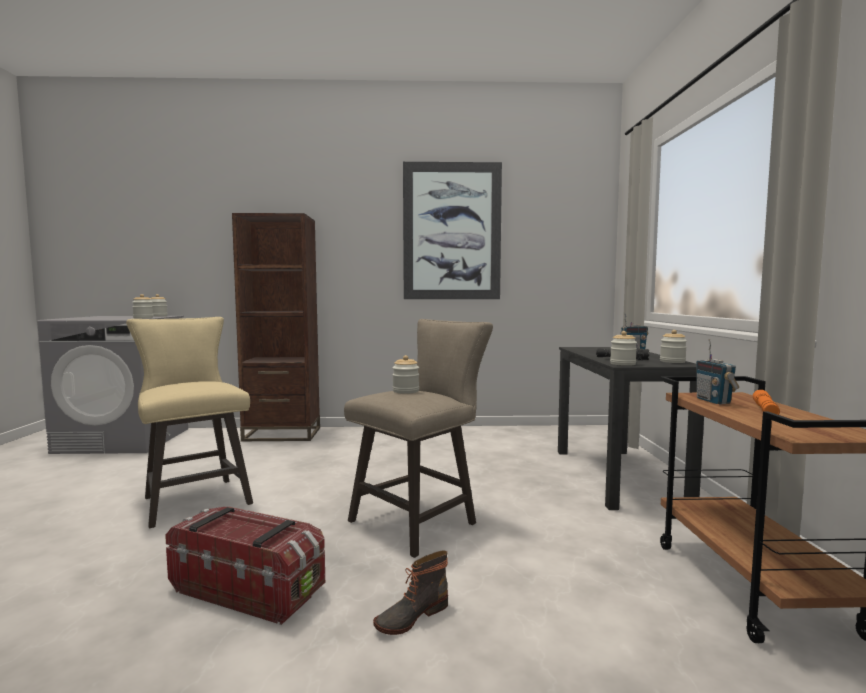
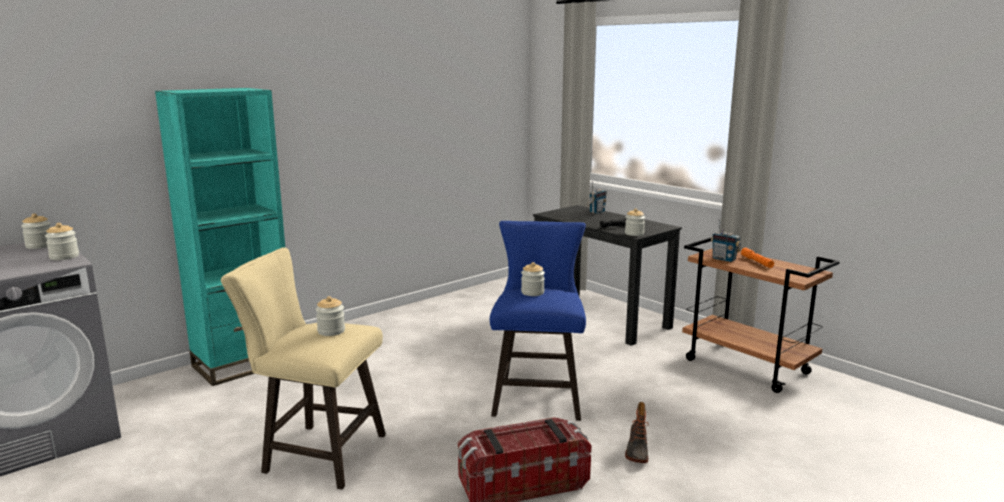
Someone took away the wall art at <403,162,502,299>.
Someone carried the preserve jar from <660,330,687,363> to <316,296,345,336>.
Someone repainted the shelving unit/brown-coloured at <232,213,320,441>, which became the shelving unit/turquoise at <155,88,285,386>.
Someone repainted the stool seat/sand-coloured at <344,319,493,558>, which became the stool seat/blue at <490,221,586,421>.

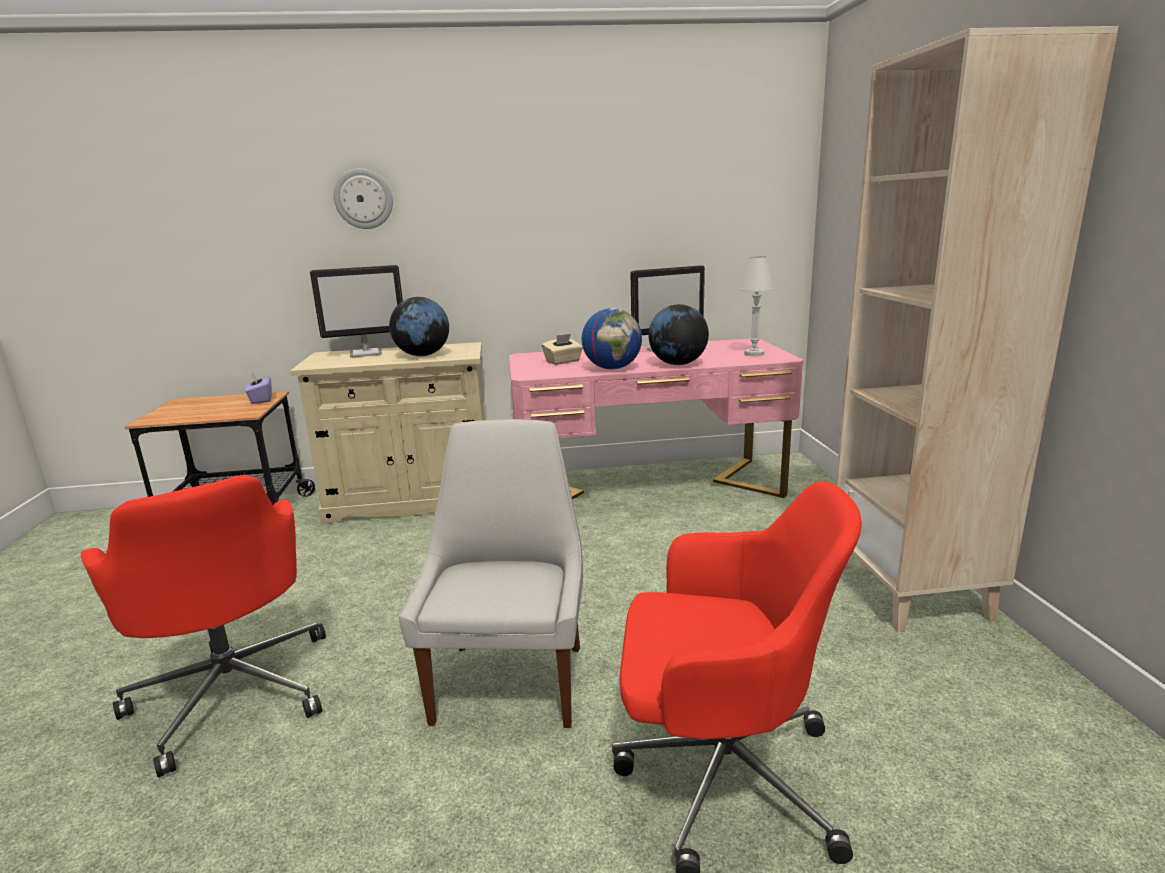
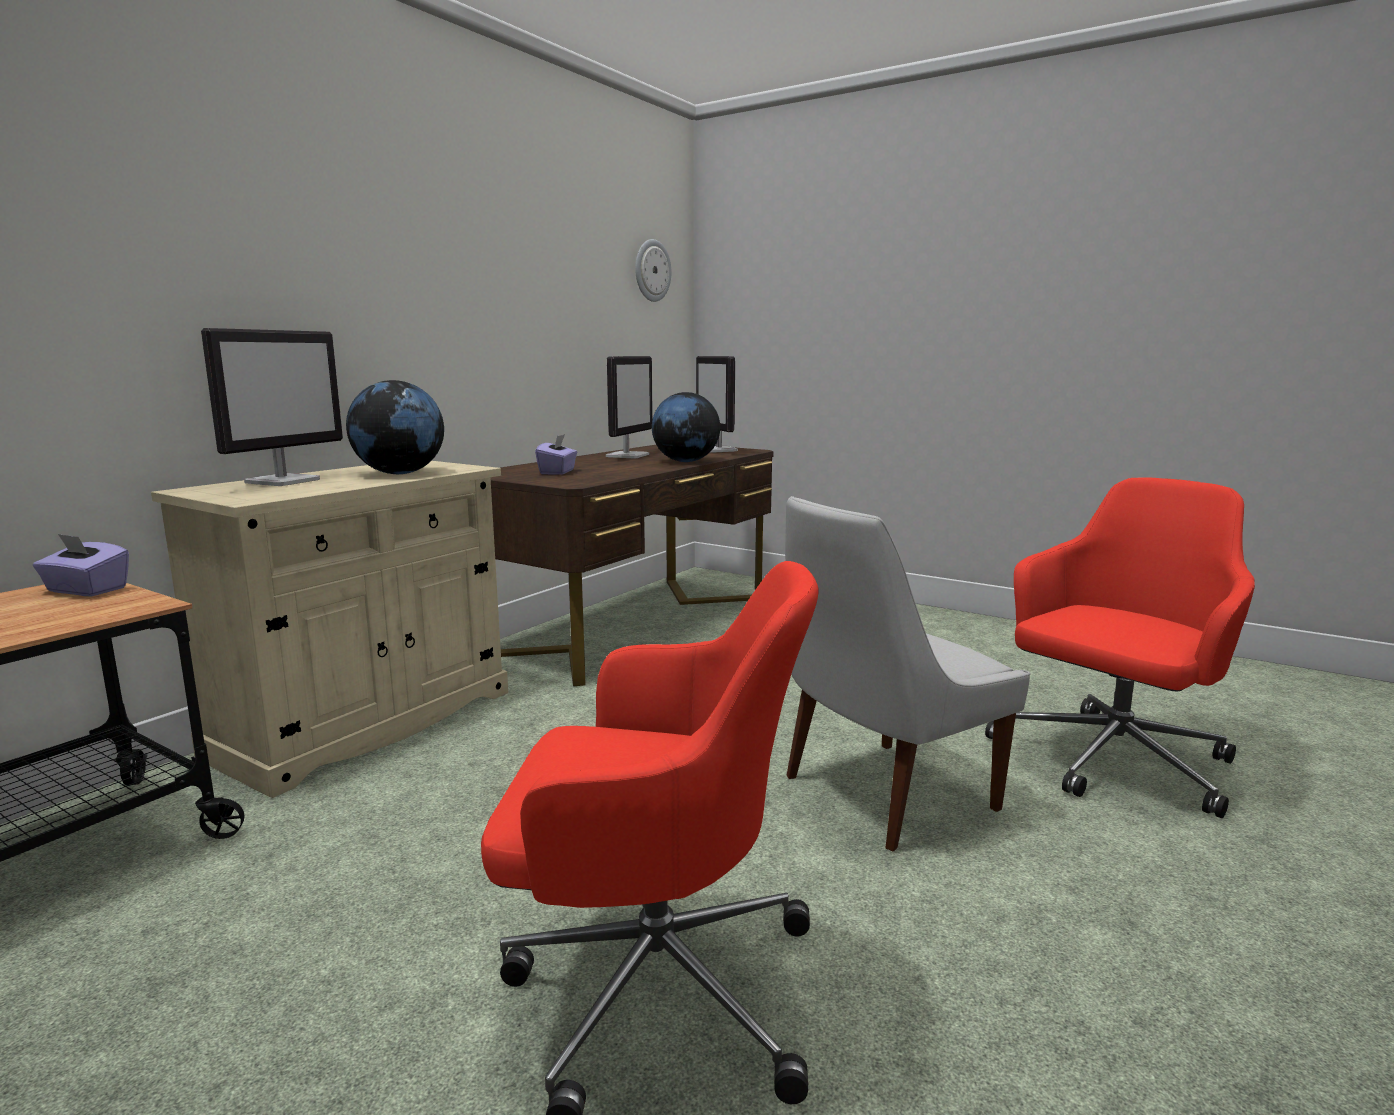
Someone took away the world globe at <582,308,642,369>.
Someone took away the shelving unit/sand-coloured at <836,26,1119,632>.
Someone carried the hanging clock from <334,168,393,229> to <635,239,671,302>.
Someone swapped the lamp for a table/whitish at <739,256,775,356> for the monitor at <696,356,738,453>.
Someone repainted the desk/pink-coloured at <509,338,803,499>, which became the desk/brown-coloured at <490,445,774,686>.
Someone repainted the tissue holder/sand-coloured at <542,334,583,365>, which became the tissue holder/purple-coloured at <535,434,577,475>.
Someone rotated the plain chair/whitish at <398,419,583,728> by 75 degrees counterclockwise.

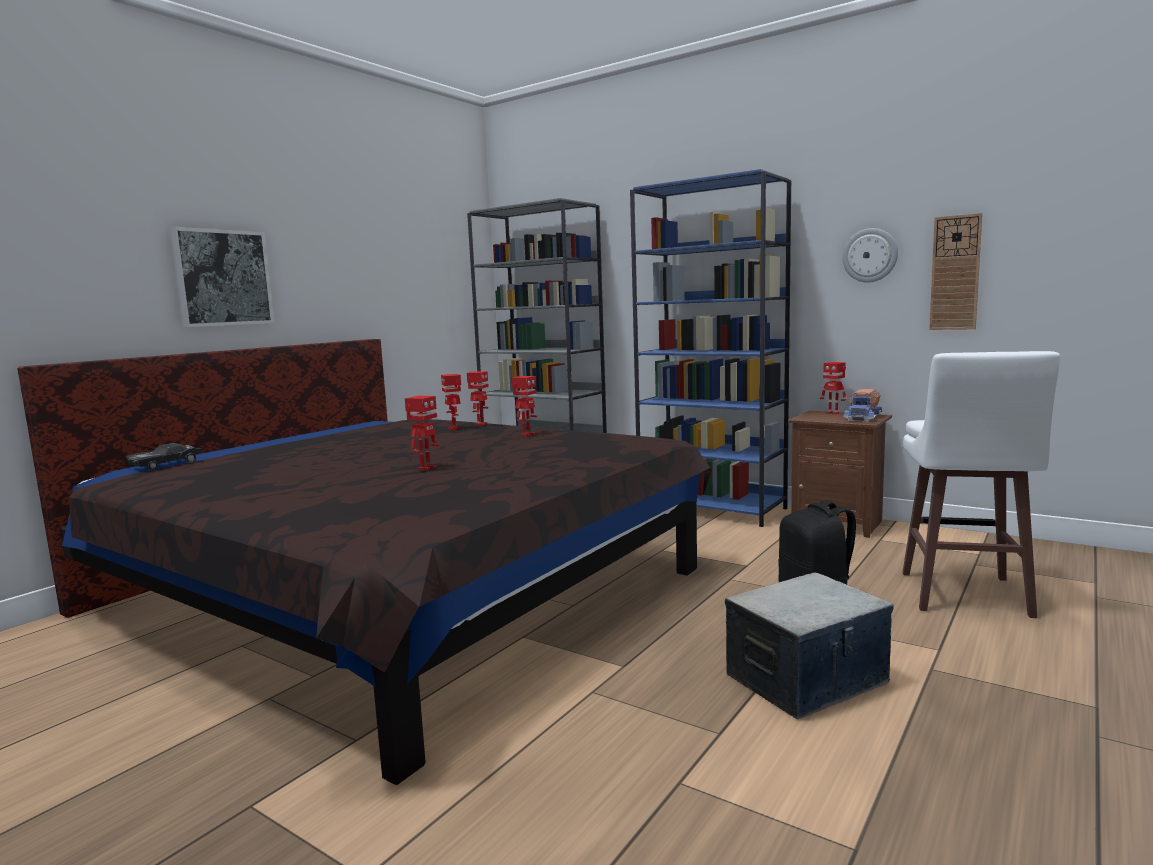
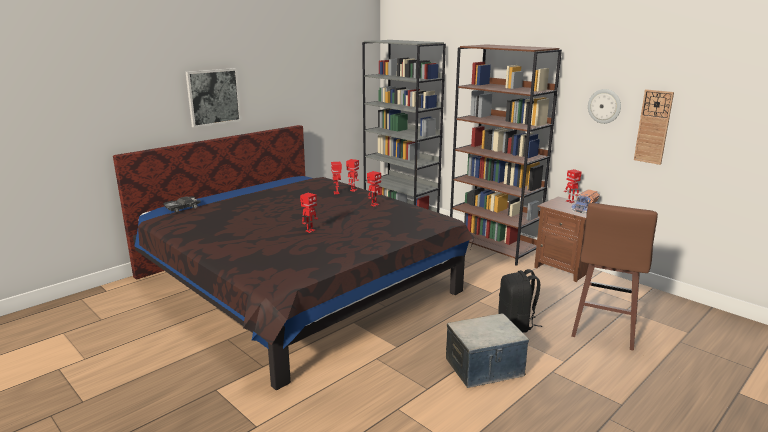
Someone repainted the shelving unit/blue at <630,169,791,527>, which became the shelving unit/brown-coloured at <450,44,562,266>.
Someone repainted the stool seat/whitish at <902,351,1060,618>, which became the stool seat/brown-coloured at <571,203,658,351>.

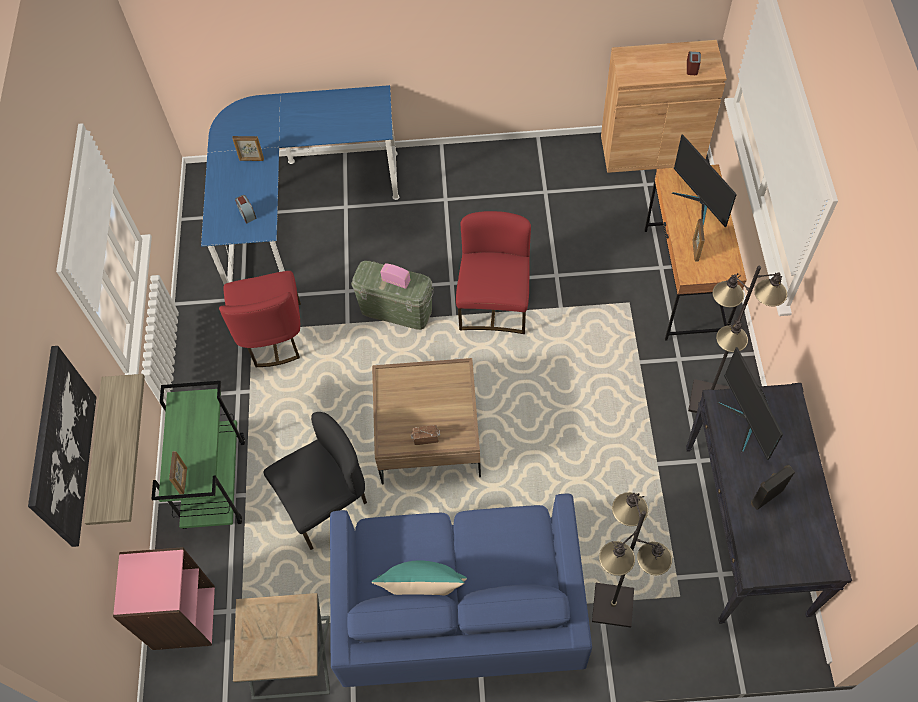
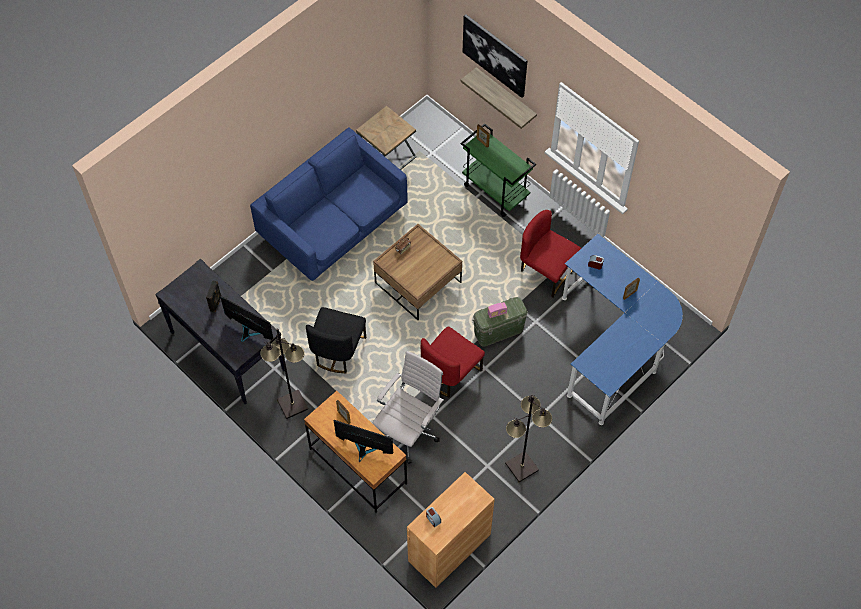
Someone took away the shelving unit/pink-coloured at <113,547,215,650>.
Someone took away the throw pillow/turquoise at <372,560,467,595>.
Someone put down the computer chair/whitish at <373,351,444,464>.
Someone carried the plain chair/blackish from <263,412,367,550> to <306,307,366,373>.
Someone carried the standard lamp/blackish from <592,492,672,628> to <505,395,552,482>.
Someone rotated the plain chair/reddish at <456,211,531,334> by 75 degrees clockwise.

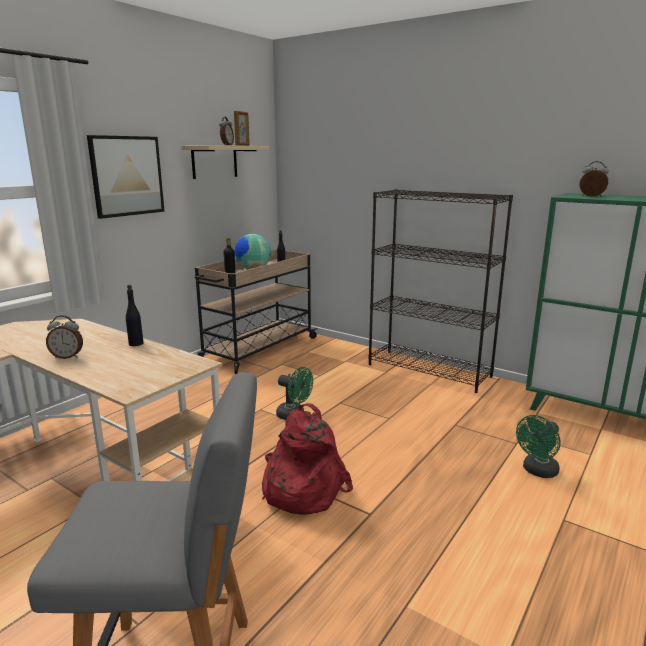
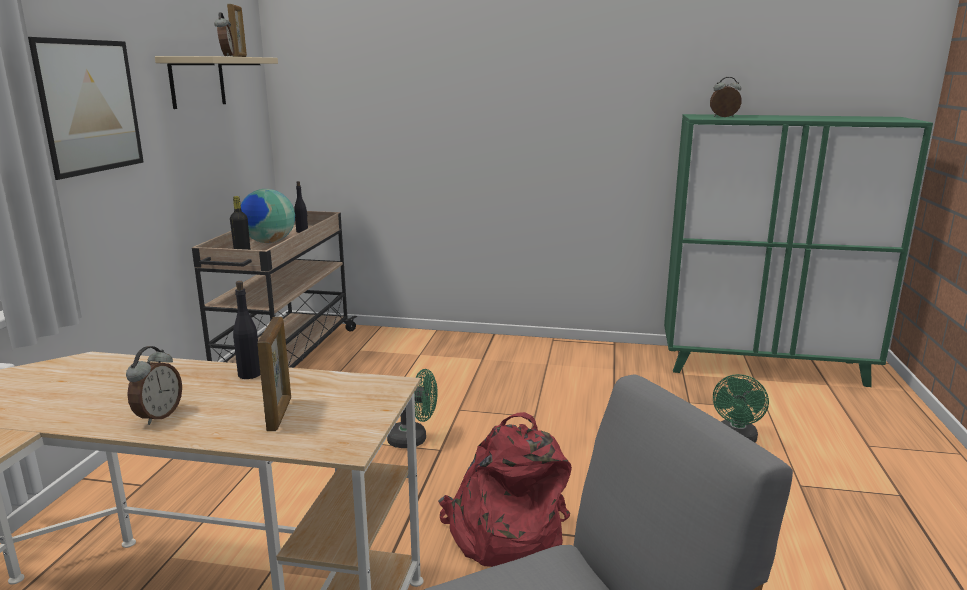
Someone took away the shelving unit/blackish at <368,189,513,393>.
Someone put down the standing frame at <257,317,291,431>.
Someone rotated the alarm clock at <46,315,83,359> by 45 degrees counterclockwise.

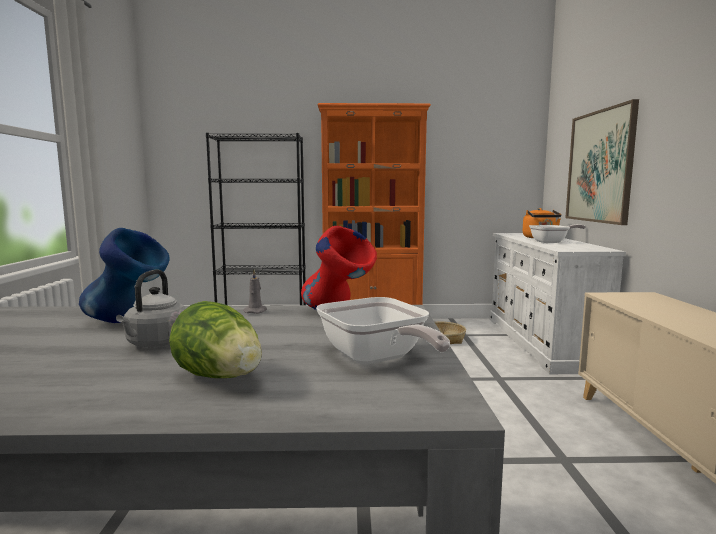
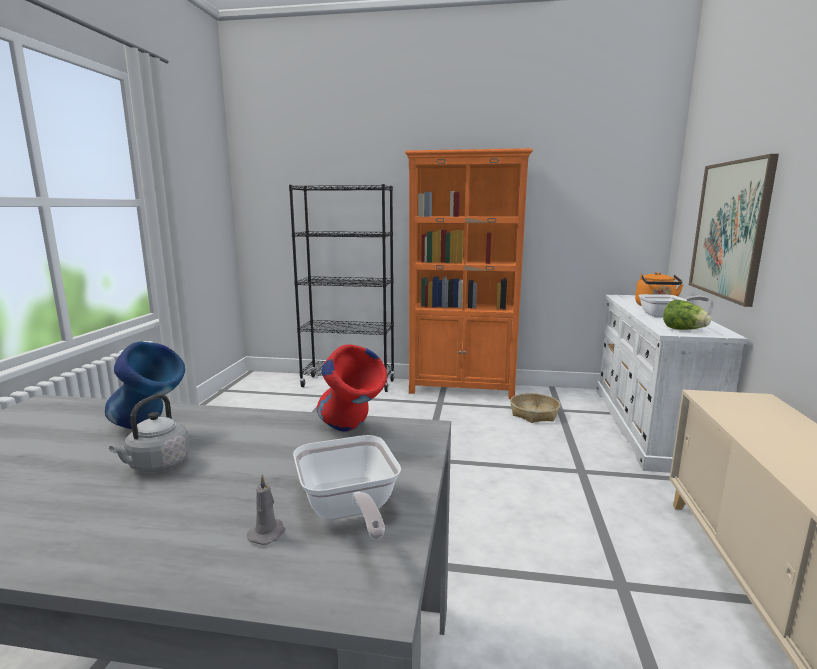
Someone carried the lettuce from <169,301,262,378> to <663,300,711,330>.
Someone carried the wax light/gray from <243,270,267,314> to <247,474,286,545>.

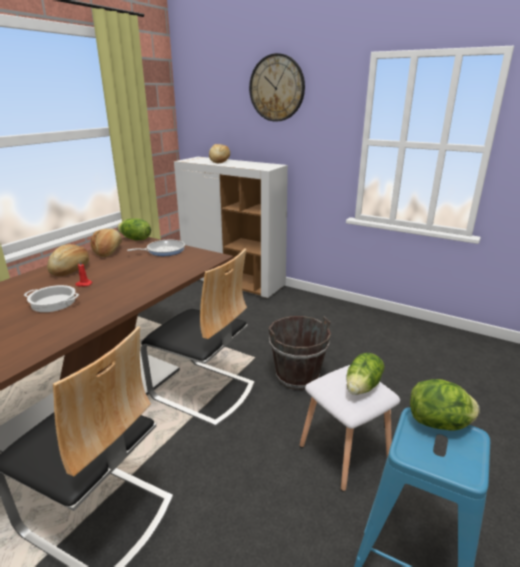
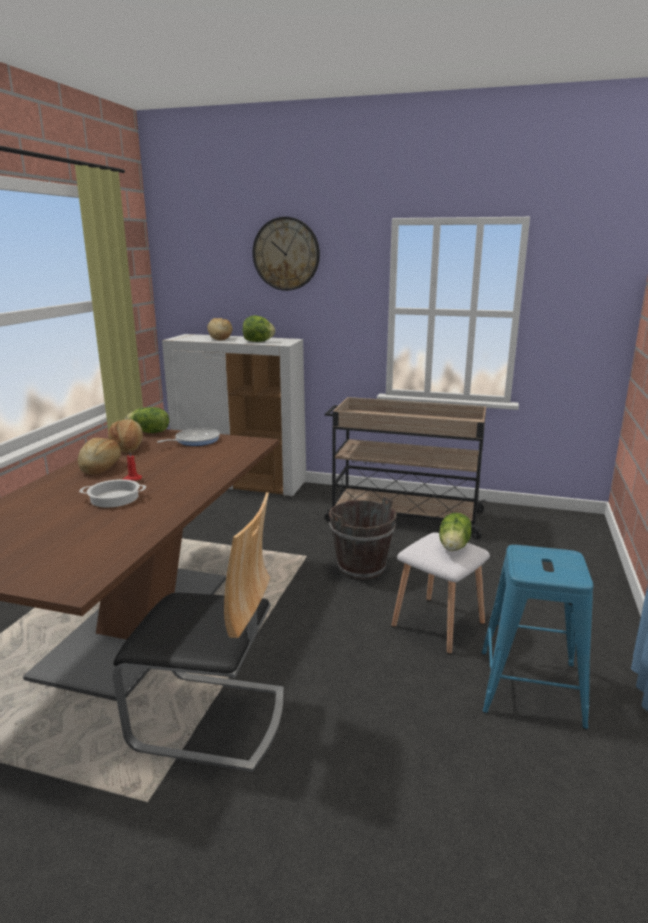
Someone took away the plain chair at <141,248,255,427>.
Someone put down the cart/sand-coloured at <324,397,486,540>.
Someone carried the lettuce from <410,379,480,431> to <243,315,275,342>.

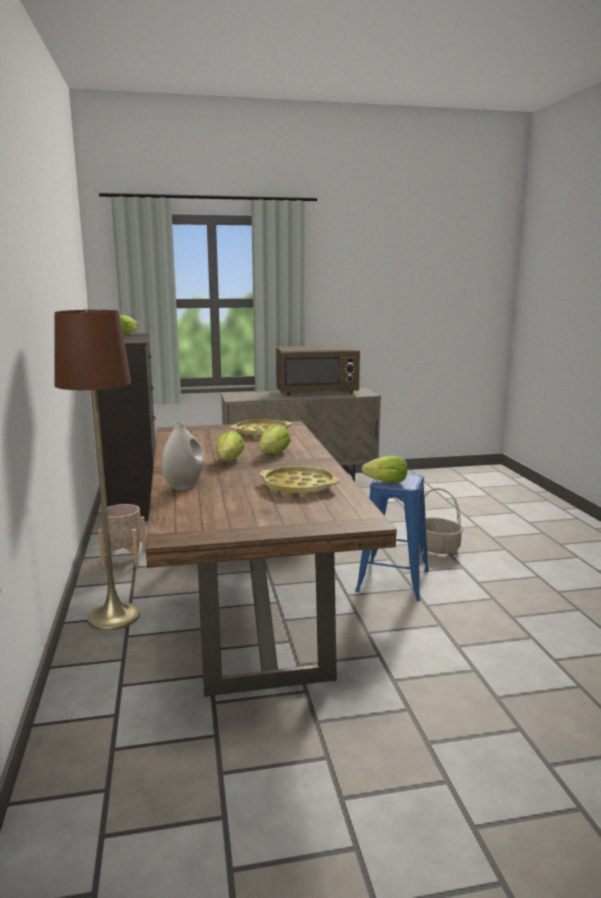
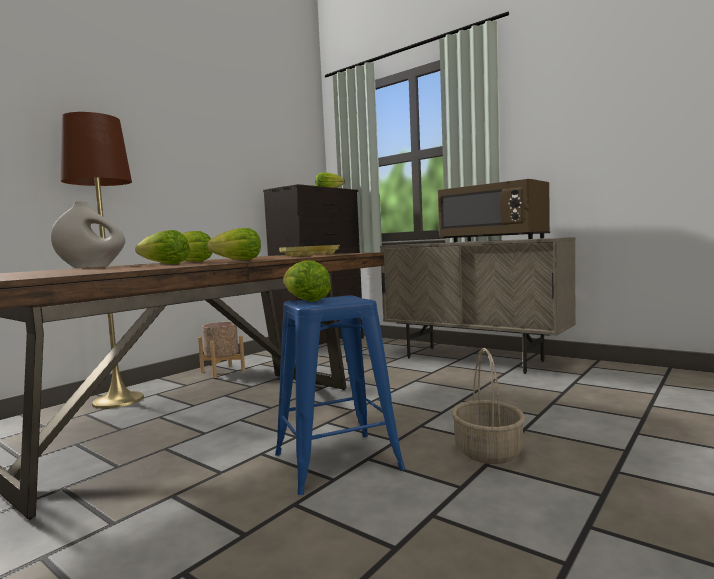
Someone took away the carrying tray/yellow-coloured at <260,466,340,496>.
Someone put down the lettuce at <135,230,190,264>.

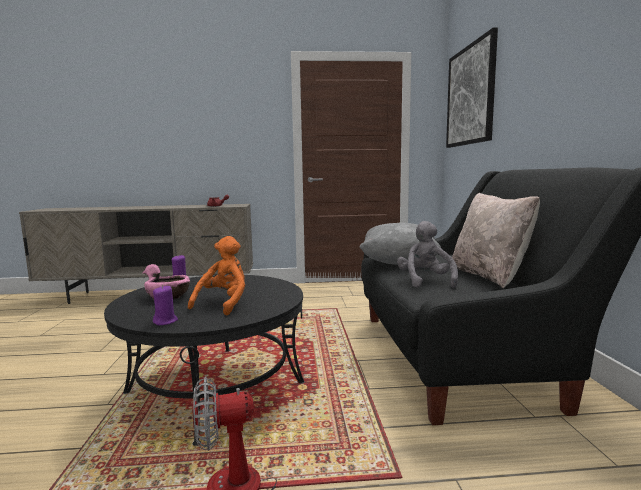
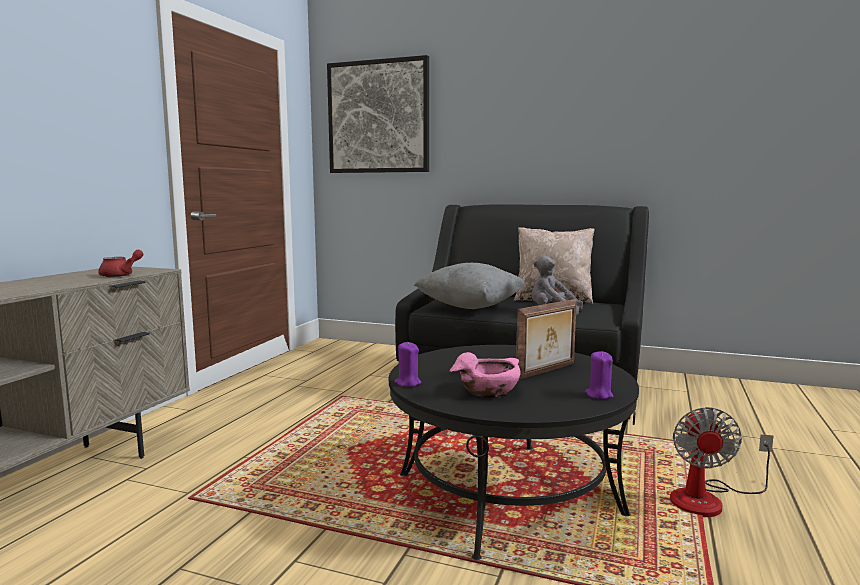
Someone swapped the plush toy/orange at <188,236,245,315> for the standing frame at <516,299,577,380>.

